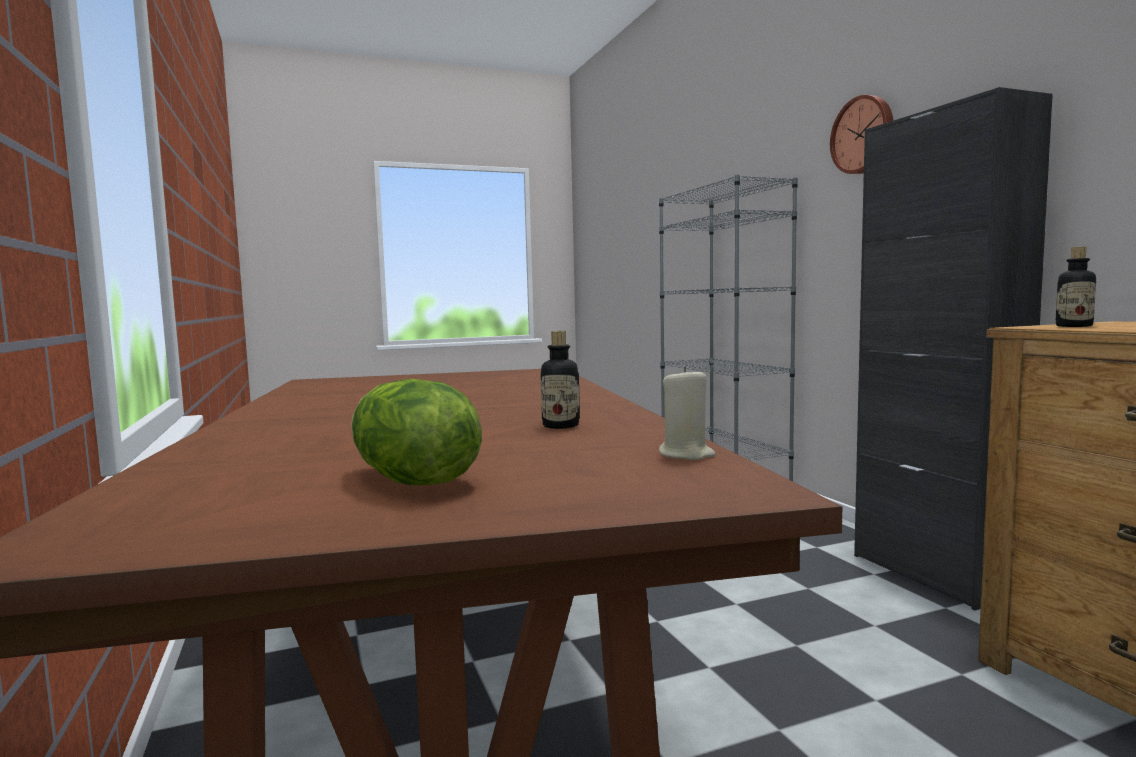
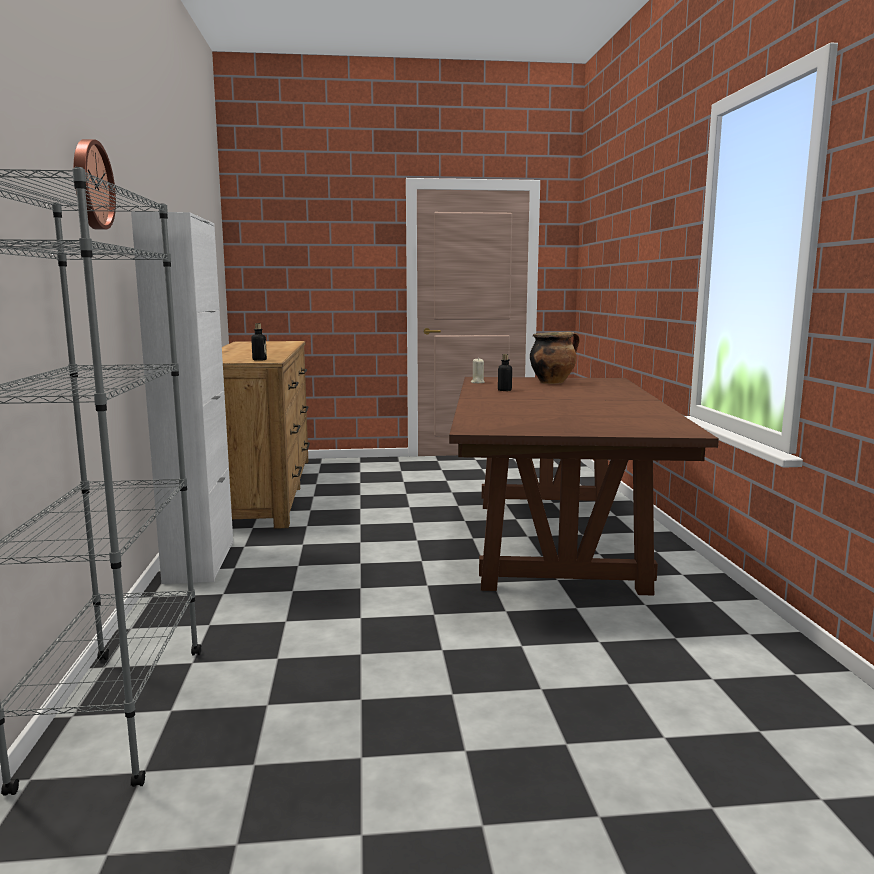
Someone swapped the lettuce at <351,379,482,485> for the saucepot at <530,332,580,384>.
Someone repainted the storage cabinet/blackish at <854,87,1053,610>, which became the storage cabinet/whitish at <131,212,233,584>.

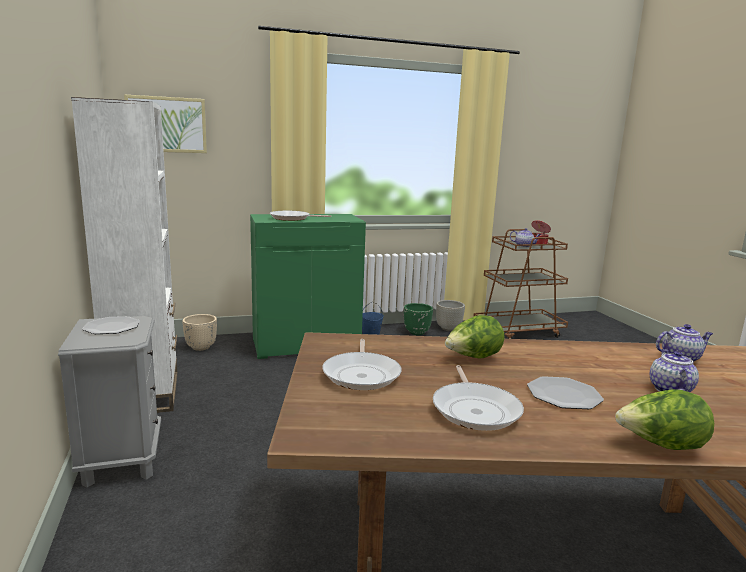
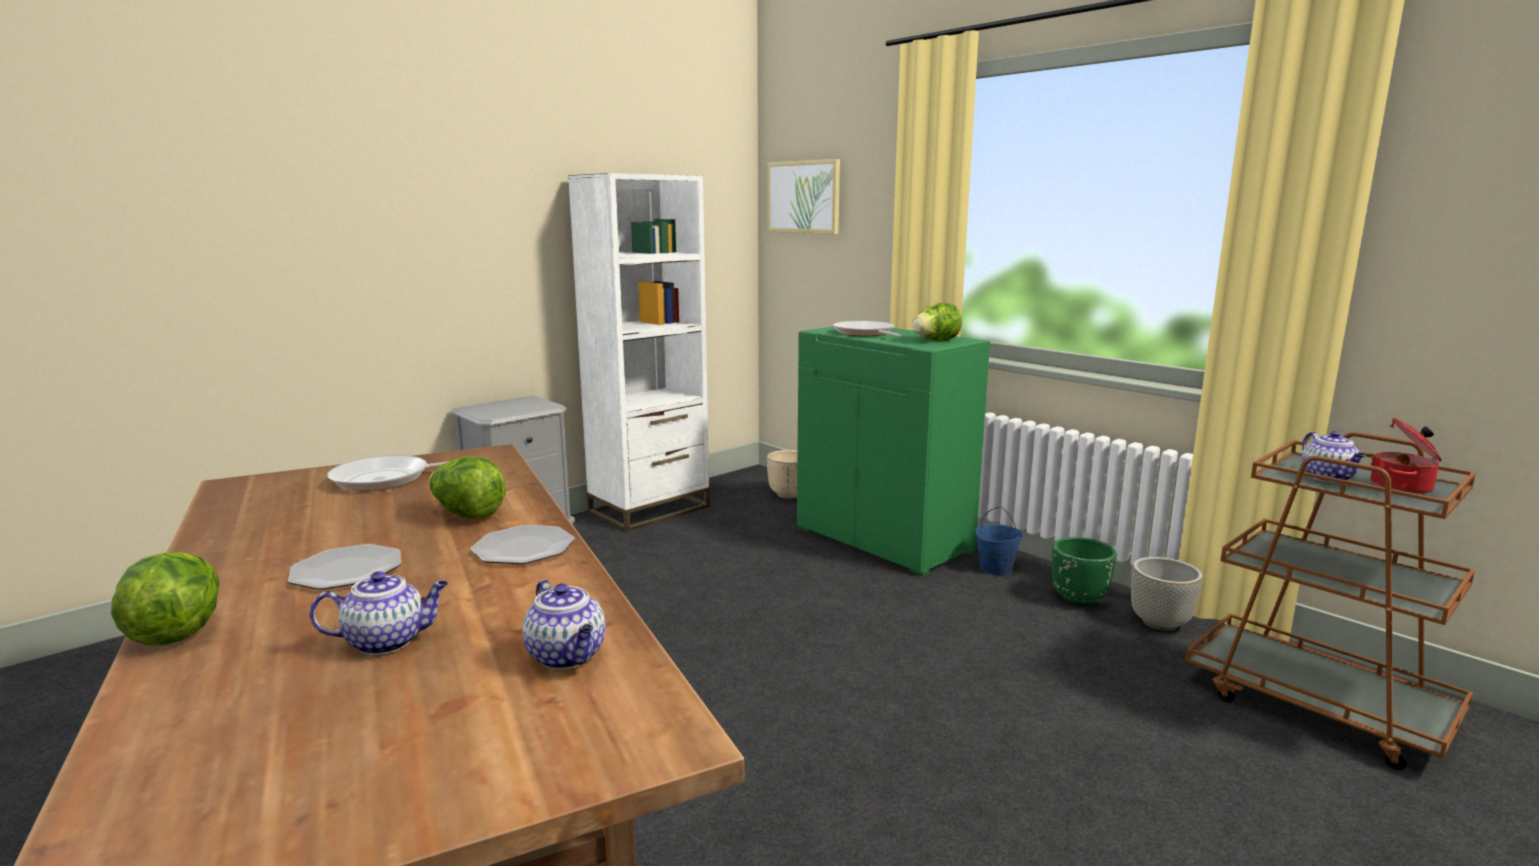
Someone took away the pan at <433,365,524,431>.
Someone put down the lettuce at <912,303,962,340>.
Someone carried the dinner plate from <82,316,140,334> to <471,525,575,564>.

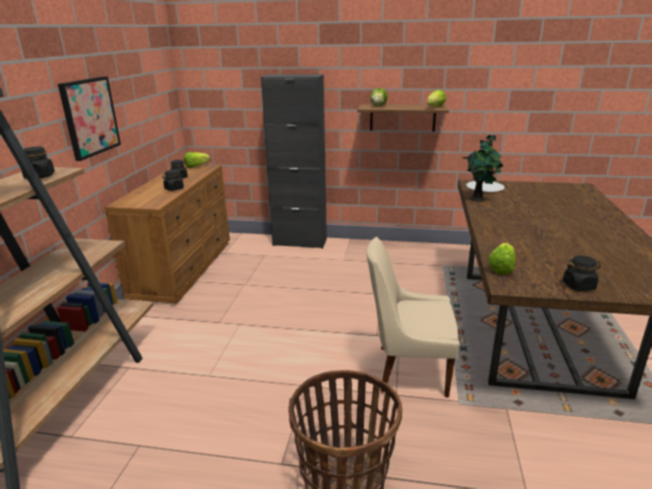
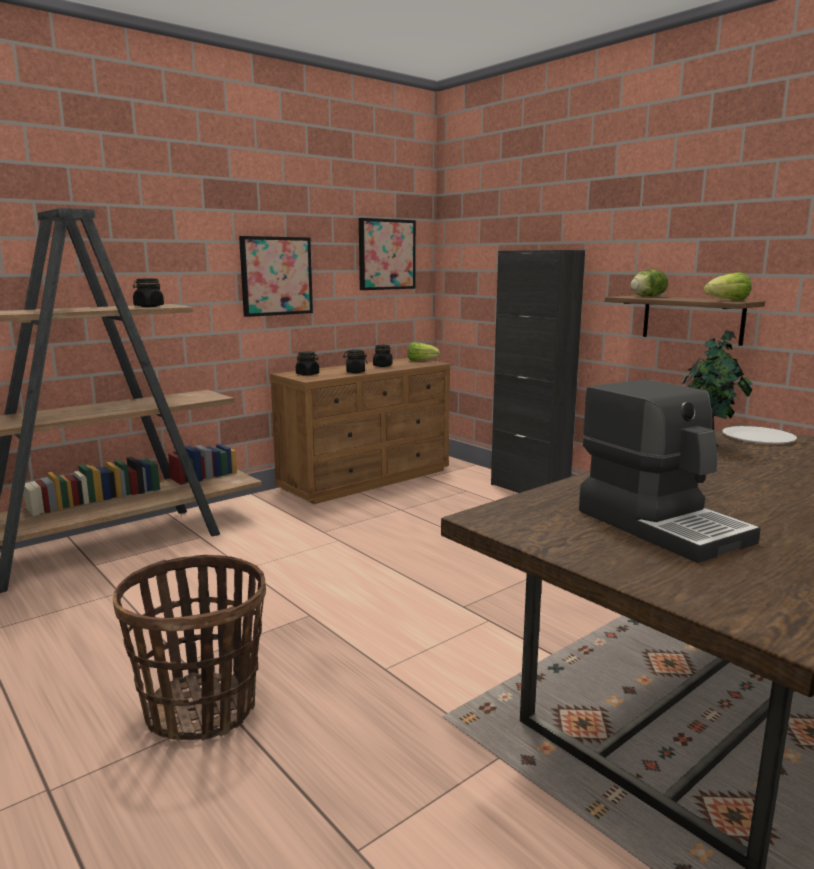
Someone took away the plain chair/sand-coloured at <367,237,459,397>.
Someone took away the lettuce at <488,243,515,275>.
Someone put up the wall art at <359,218,416,290>.
Someone put down the coffee brewer at <579,379,761,563>.
Someone carried the preserve jar/blackish from <563,255,601,291> to <296,351,319,376>.

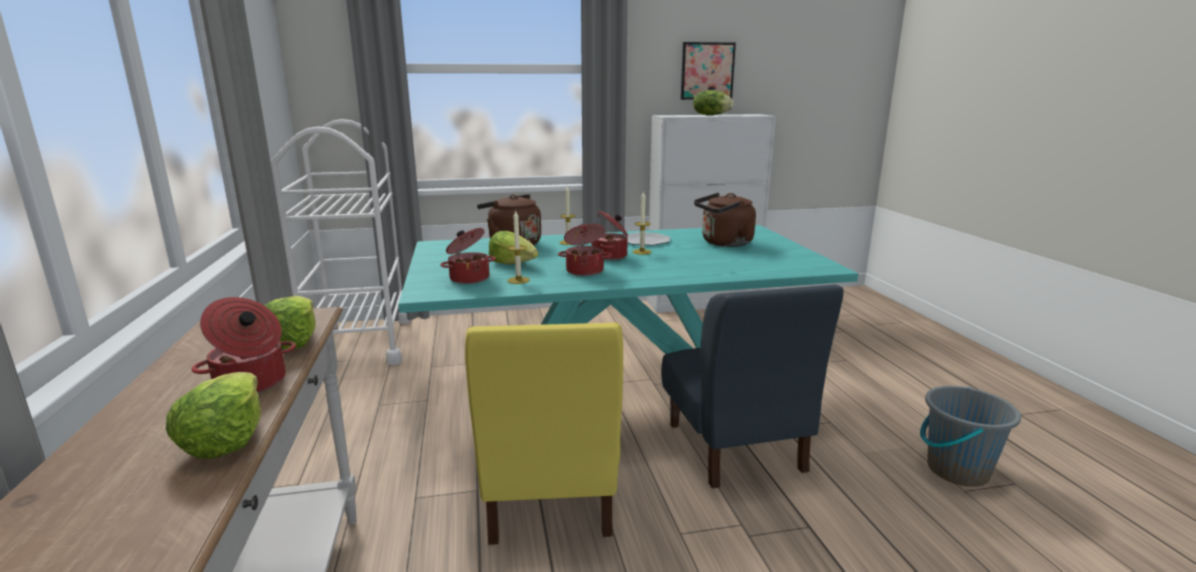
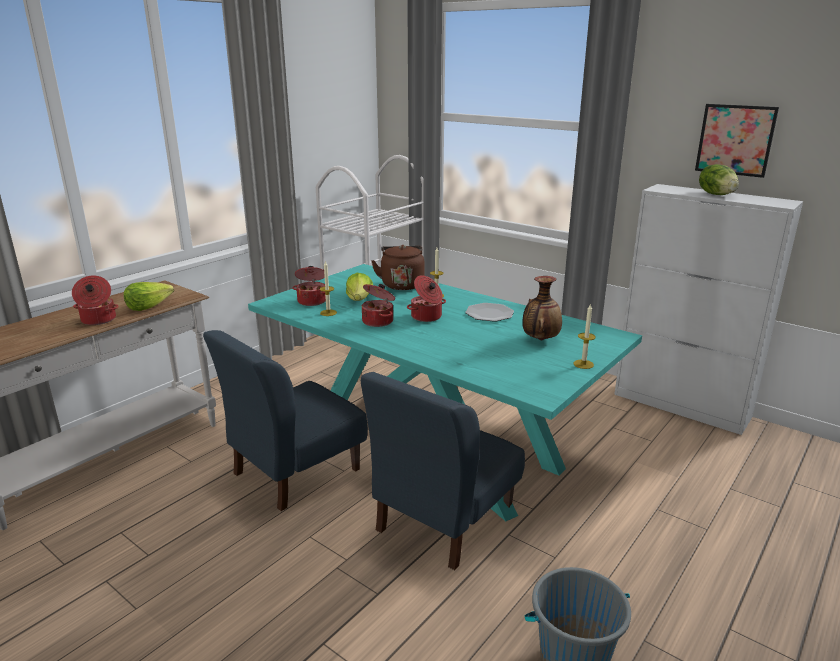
Someone took away the lettuce at <166,372,261,459>.
Someone carried the wax light from <633,191,651,255> to <573,303,596,369>.
Someone swapped the water kettle/brown-coloured at <694,193,756,247> for the flower vase at <522,276,562,340>.
Someone repainted the plain chair/yellow-coloured at <465,323,623,545>, which became the plain chair/blue at <203,330,368,511>.

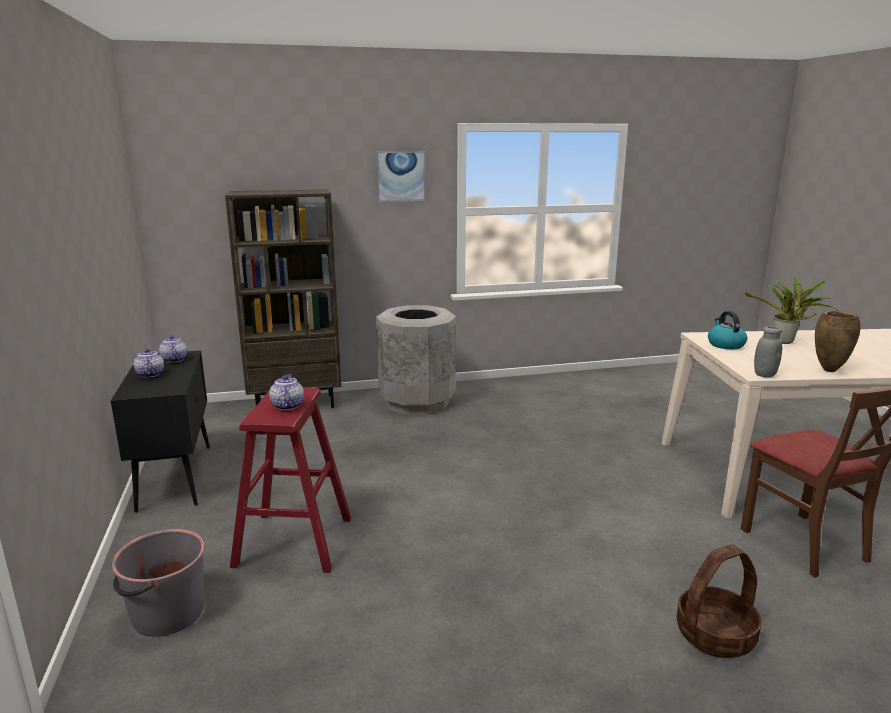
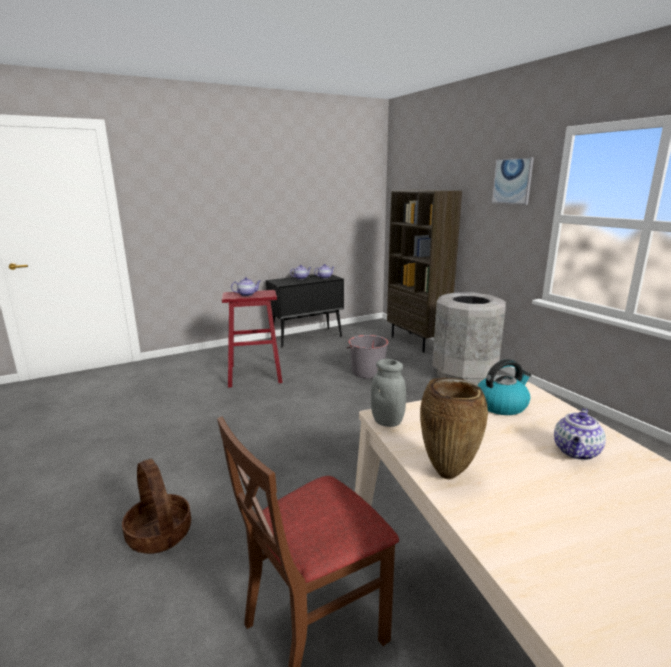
Someone carried the bucket/gray from <112,529,205,637> to <347,335,389,379>.
Someone swapped the plant in a pot at <745,277,838,344> for the teapot at <554,408,606,460>.

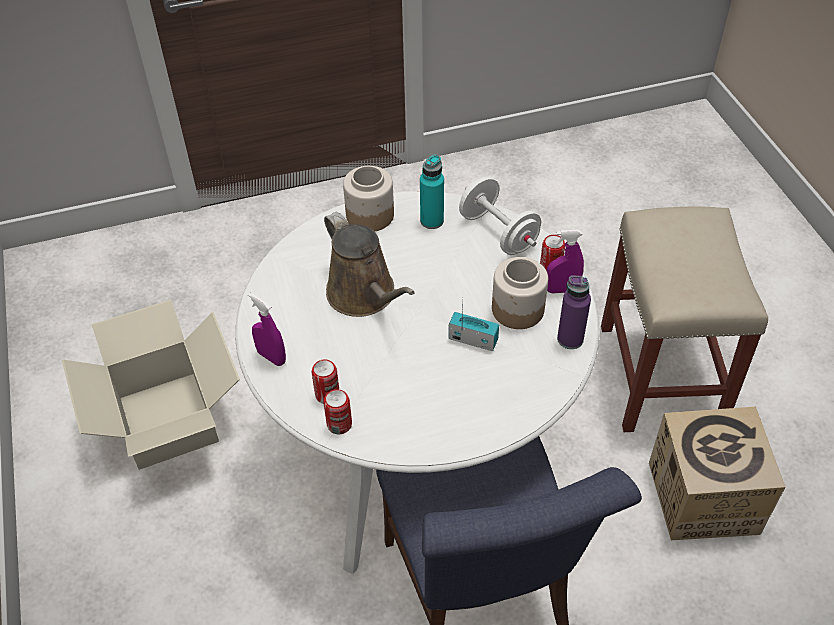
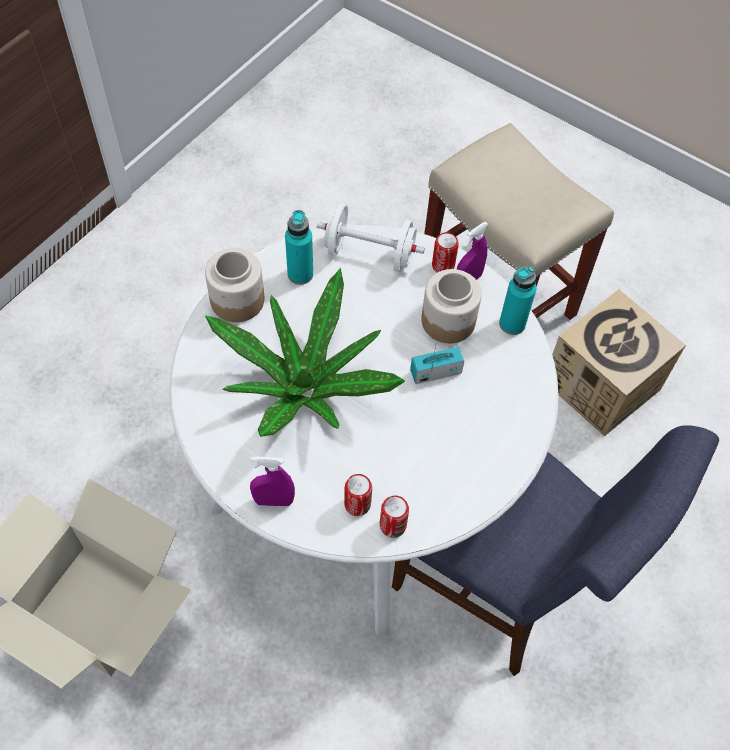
Someone swapped the watering can/brown-coloured at <324,212,415,317> for the plant in a pot at <205,268,405,437>.
Someone repainted the drink bottle/purple-coloured at <557,275,591,349>, which became the drink bottle/turquoise at <499,266,537,335>.

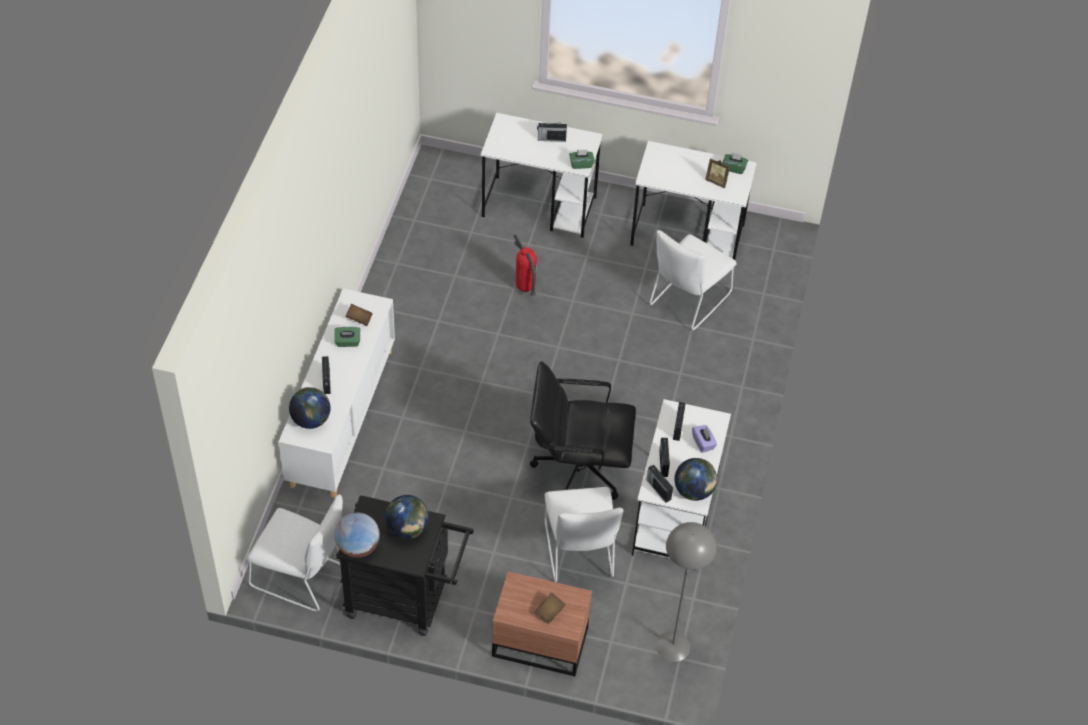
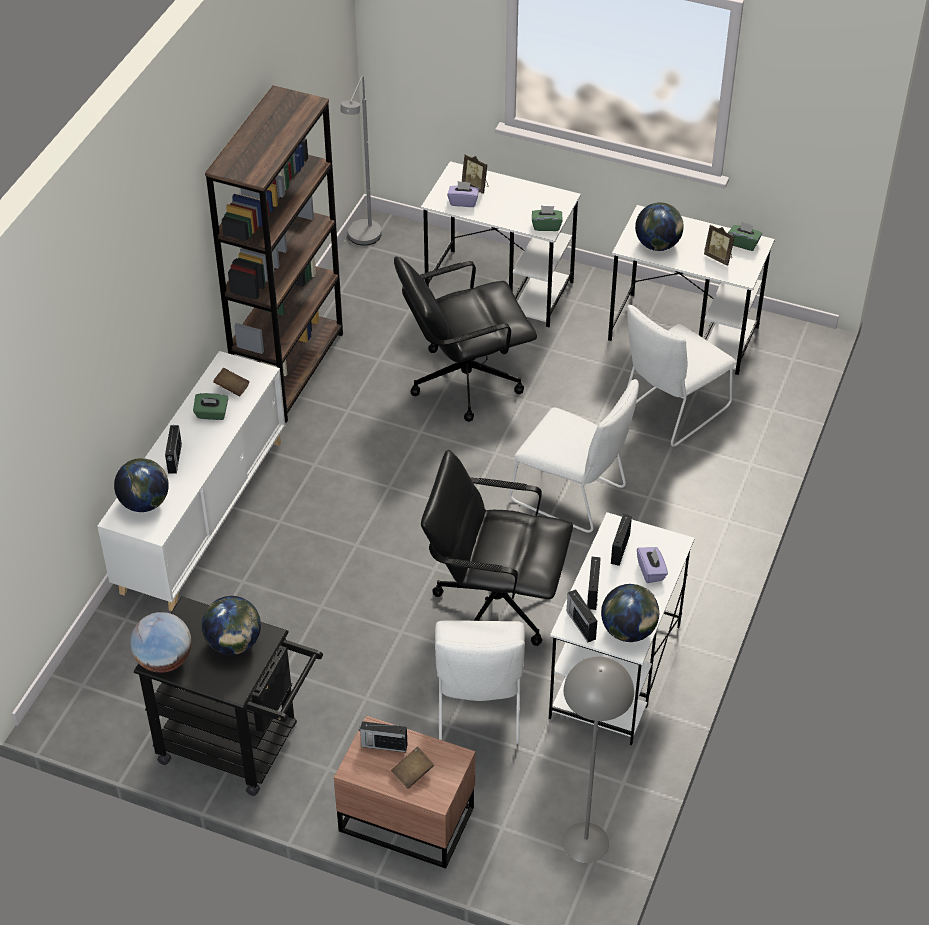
Someone put down the shelving unit/brown-coloured at <205,85,343,423>.
Someone put down the standard lamp/gray at <341,76,381,245>.
Someone put down the tissue holder/purple-coloured at <447,181,479,207>.
Someone put down the standing frame at <462,154,489,194>.
Someone put down the world globe at <635,202,684,251>.
Someone carried the plain chair/whitish from <247,494,343,611> to <509,379,639,533>.
Someone carried the radio receiver from <537,122,567,142> to <359,721,407,752>.
Someone swapped the fire-fighting cylinder at <513,234,537,296> for the computer chair/blackish at <394,257,537,422>.

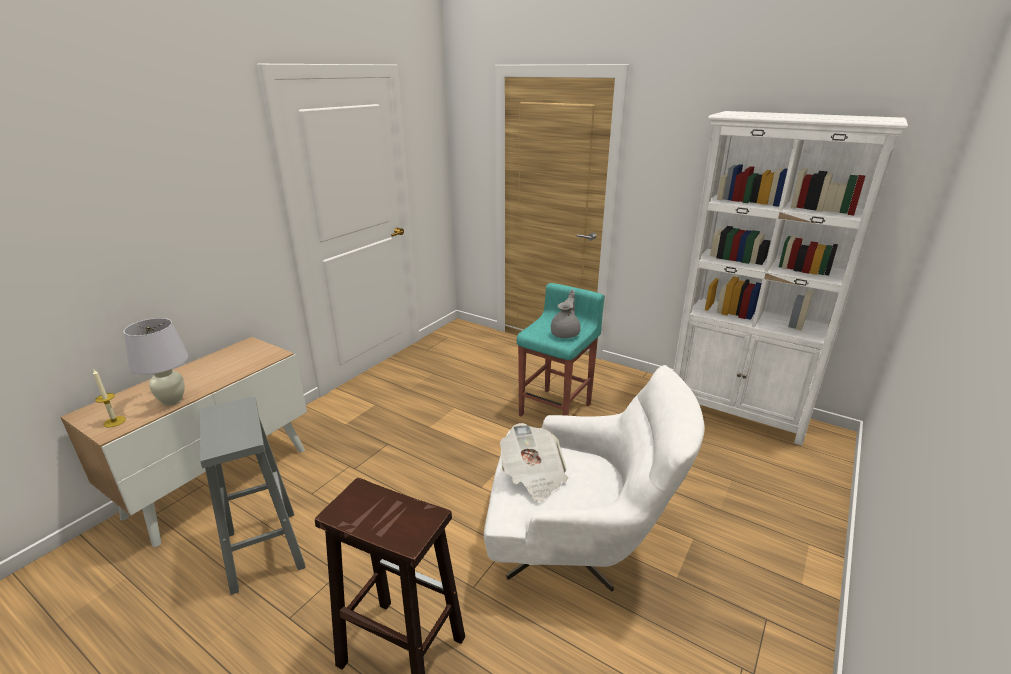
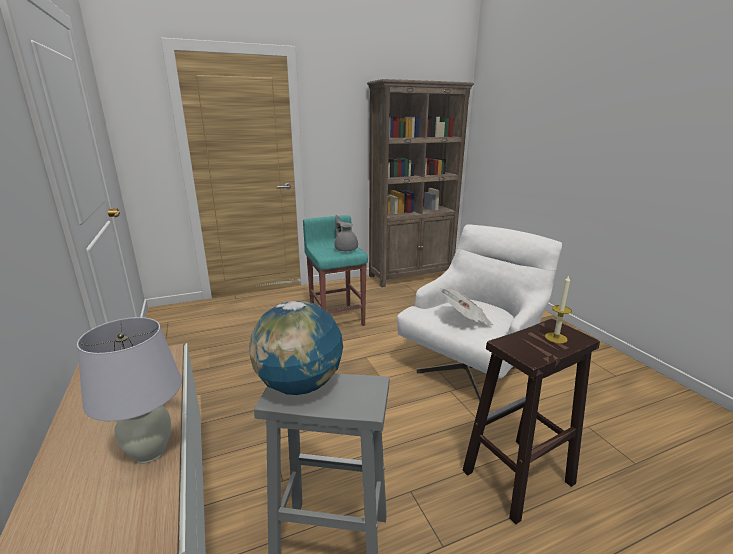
Someone put down the world globe at <249,301,343,395>.
Someone carried the wax light from <93,370,126,428> to <545,275,572,344>.
Someone repainted the shelving unit/whitish at <673,111,908,446>, which became the shelving unit/brown-coloured at <367,79,474,287>.

